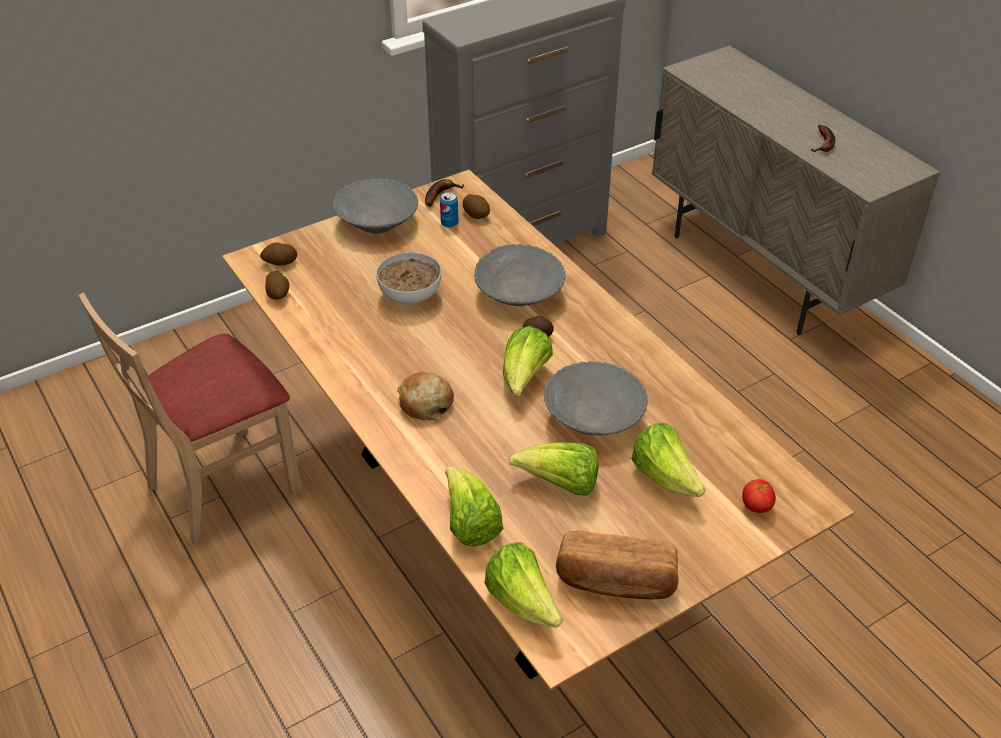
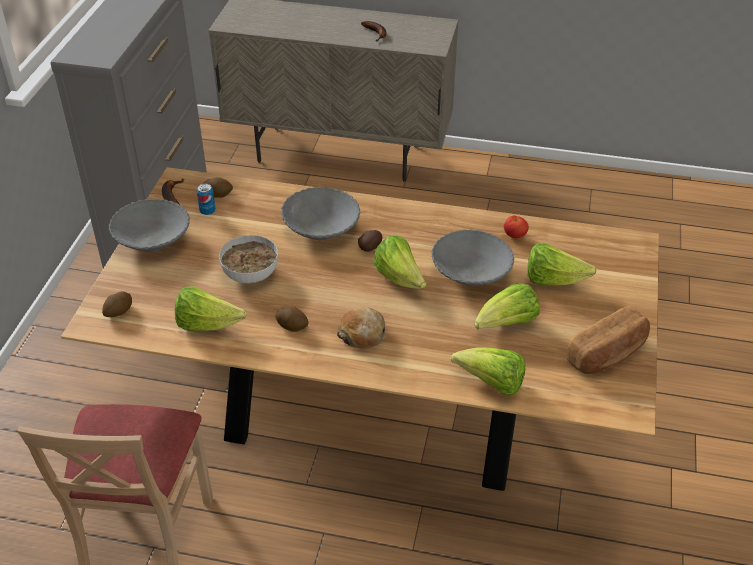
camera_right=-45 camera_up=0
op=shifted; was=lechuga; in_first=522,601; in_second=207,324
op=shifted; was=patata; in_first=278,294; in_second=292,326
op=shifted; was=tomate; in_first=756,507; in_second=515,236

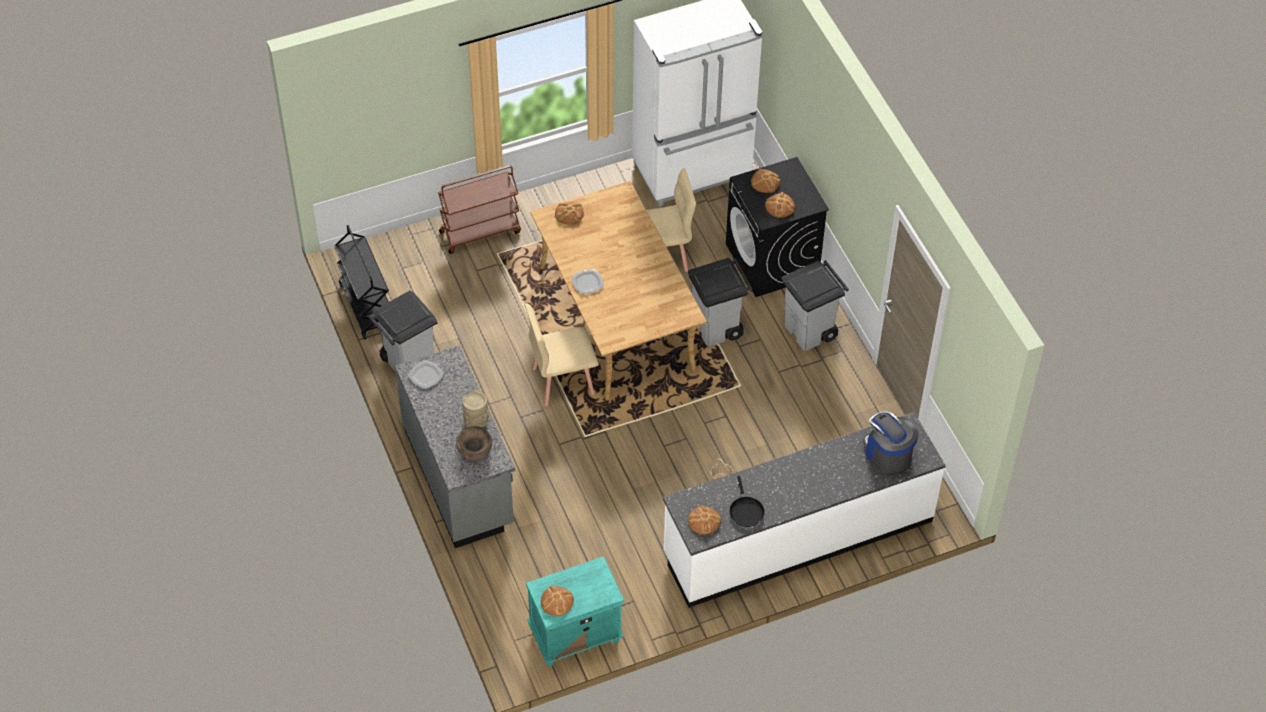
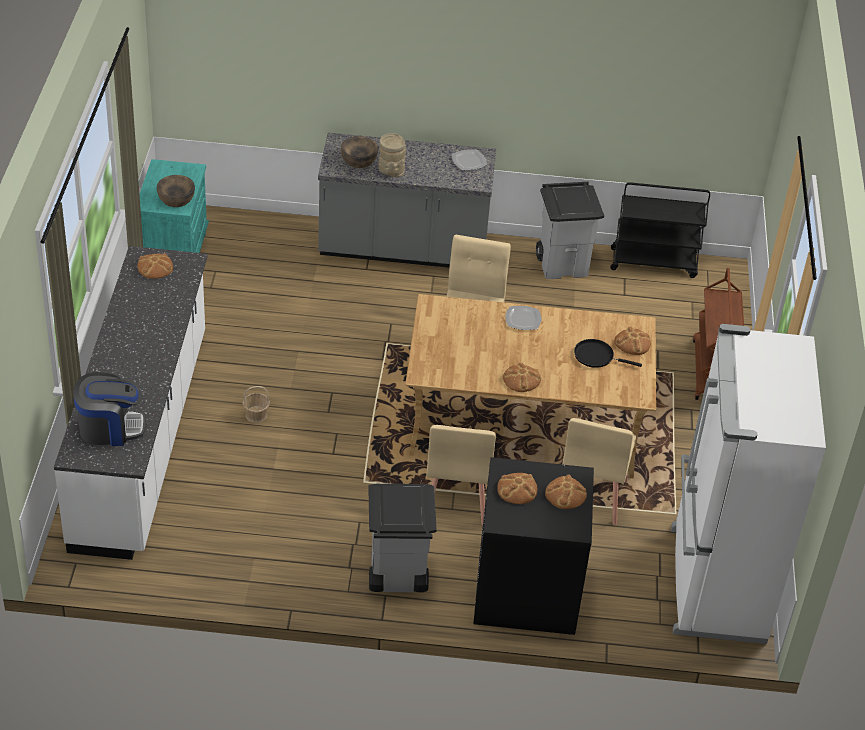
camera_right=115 camera_up=-10
op=new; now=cuenco/marrón; in_second=176,199
op=swapped; was=papelera/gris; now=silla/beis; in_first=717,328; in_second=456,499
op=shifted; was=pan; in_first=557,601; in_second=521,379
op=shifted; was=sartén/negro; in_first=746,511; in_second=596,356

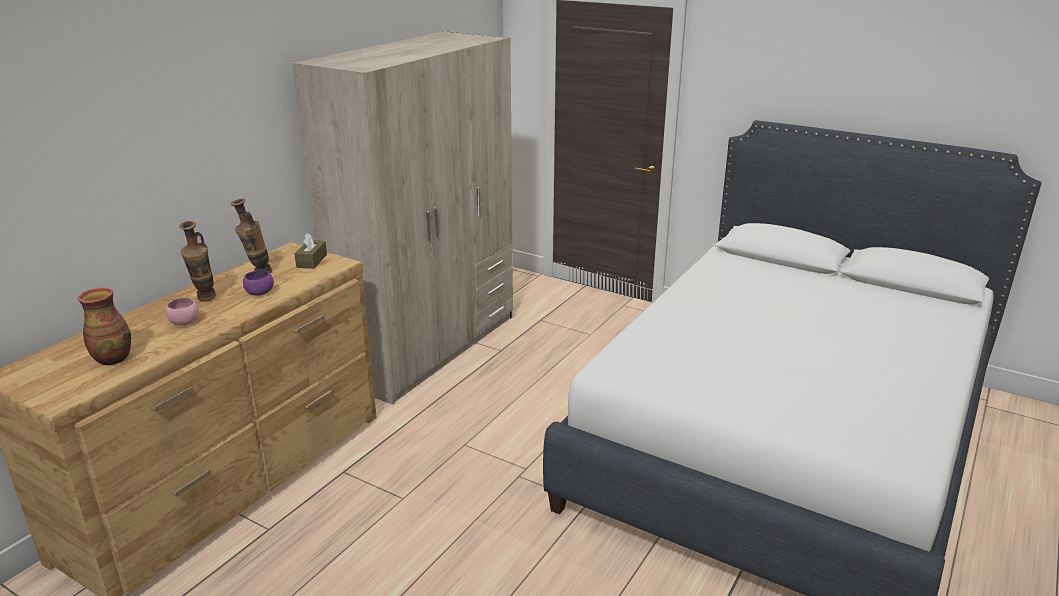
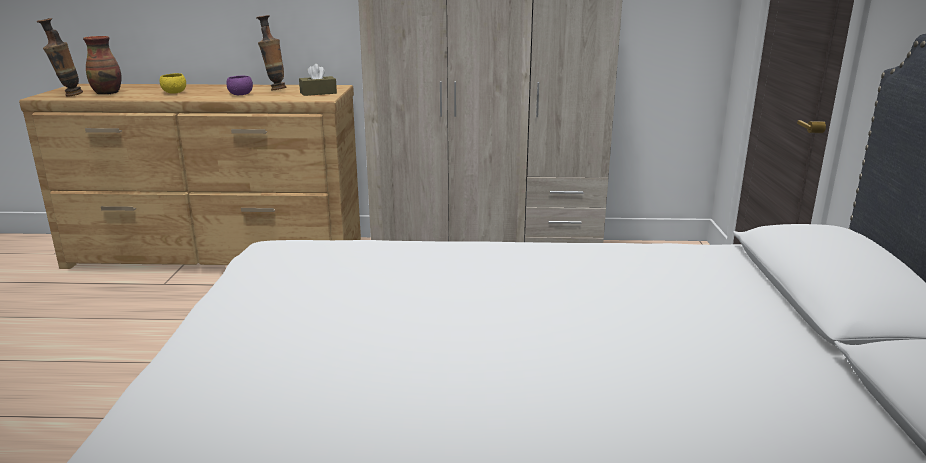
camera_right=60 camera_up=-5
op=shifted; was=florero; in_first=205,300; in_second=68,96
op=repainted; was=cuenco/rosa; now=cuenco/amarillo; in_first=184,322; in_second=174,93

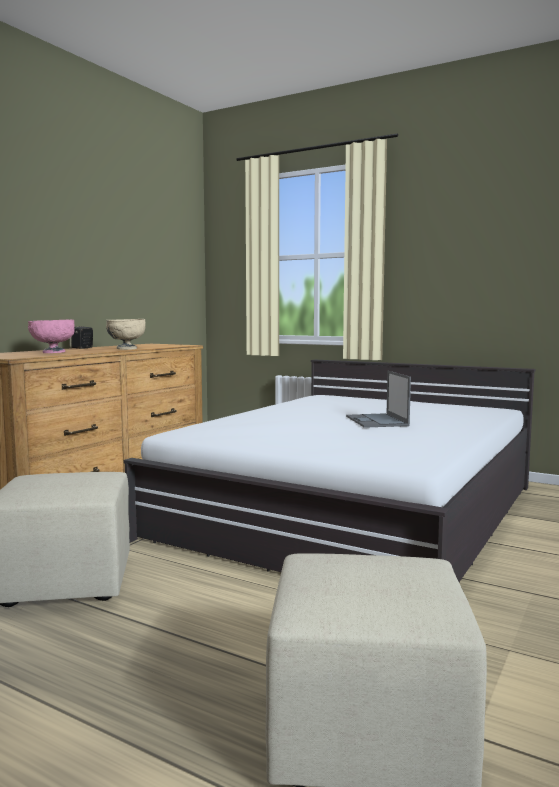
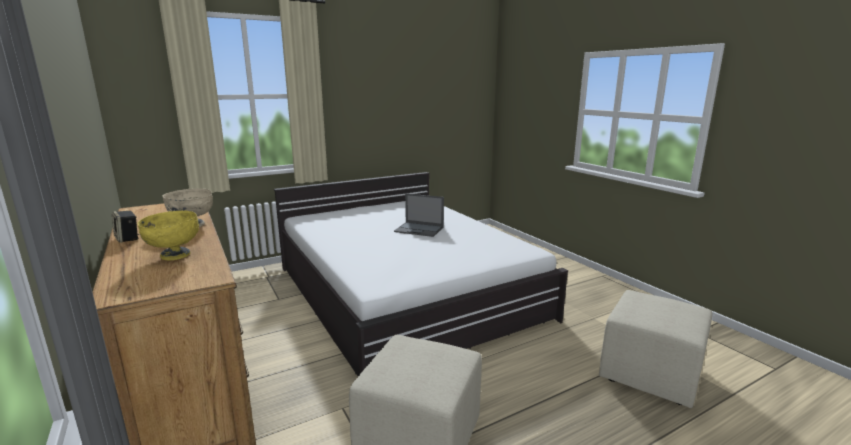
camera_right=-60 camera_up=10
op=repainted; was=cuenco/rosa; now=cuenco/amarillo; in_first=53,352; in_second=174,255

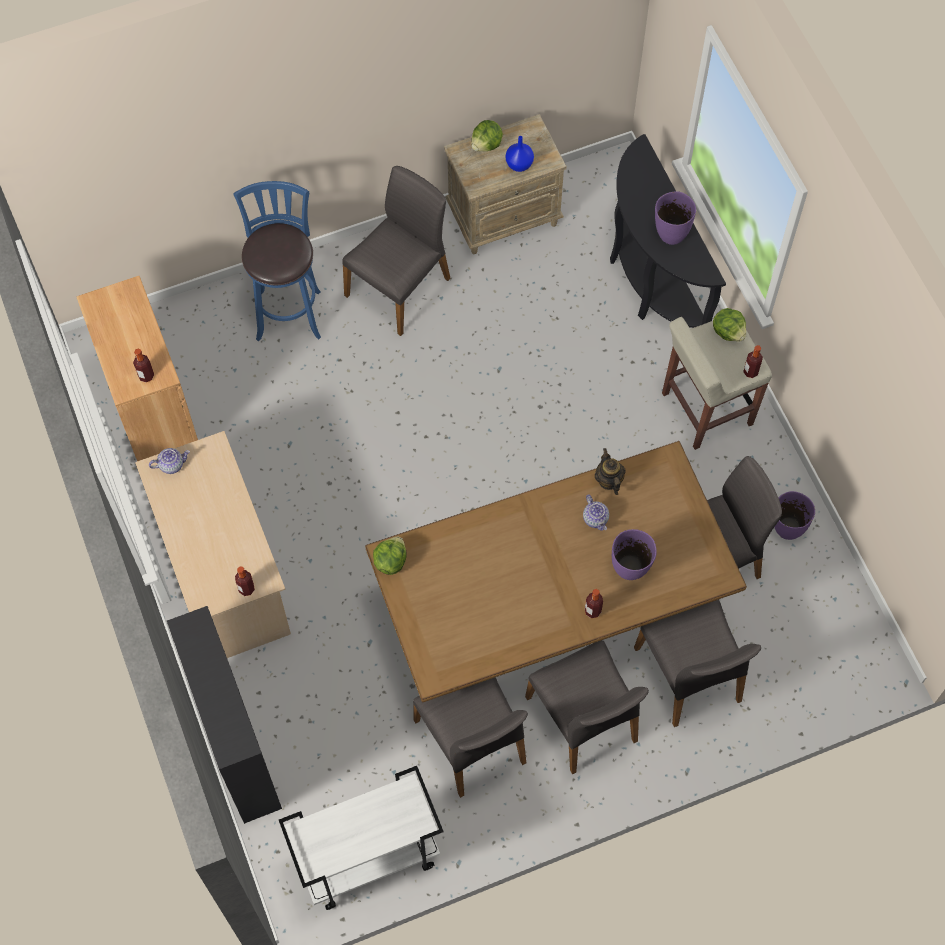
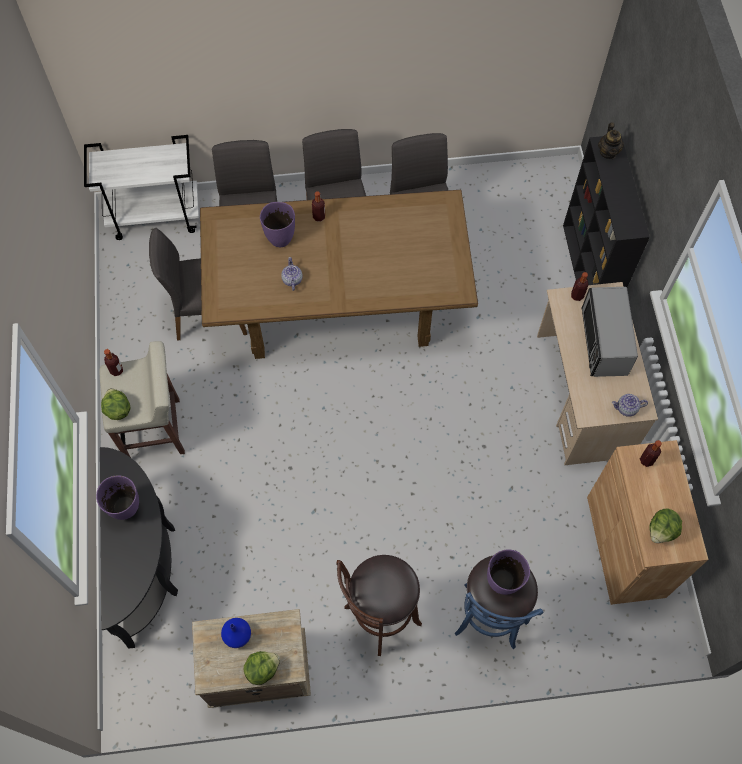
camera_right=-165 camera_up=0
op=shifted; was=carrito/blanco; in_first=367,859; in_second=156,216
op=swapped; was=silla/gris; now=taburete/marrón; in_first=399,287; in_second=379,618
op=shifted; was=florero/morado; in_first=787,529; in_second=503,581
op=new; now=microondas; in_second=603,342
op=shifted; was=tetera; in_first=608,480; in_second=608,152
op=shifted; was=lechuga; in_first=390,561; in_second=662,530

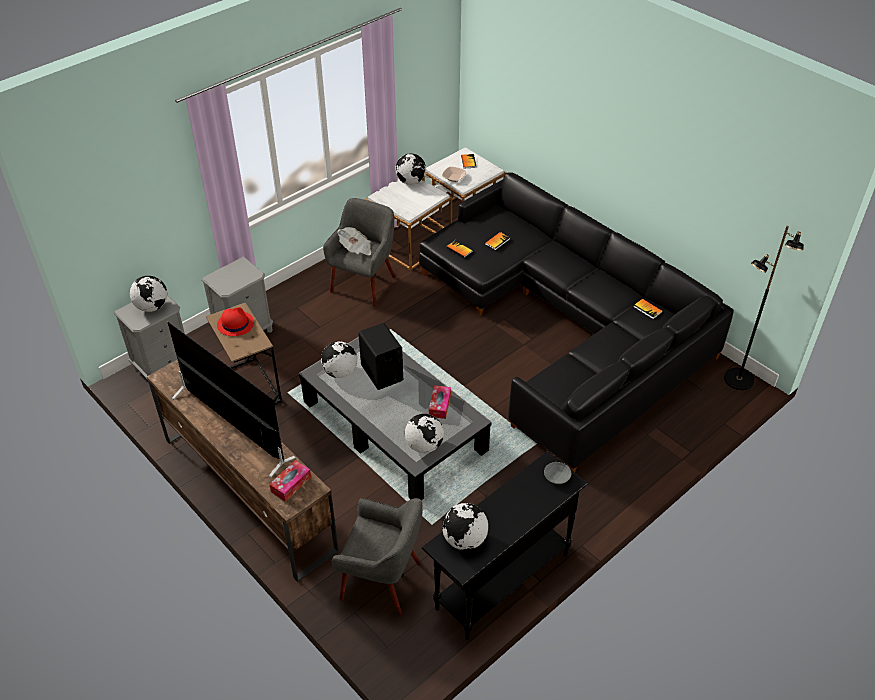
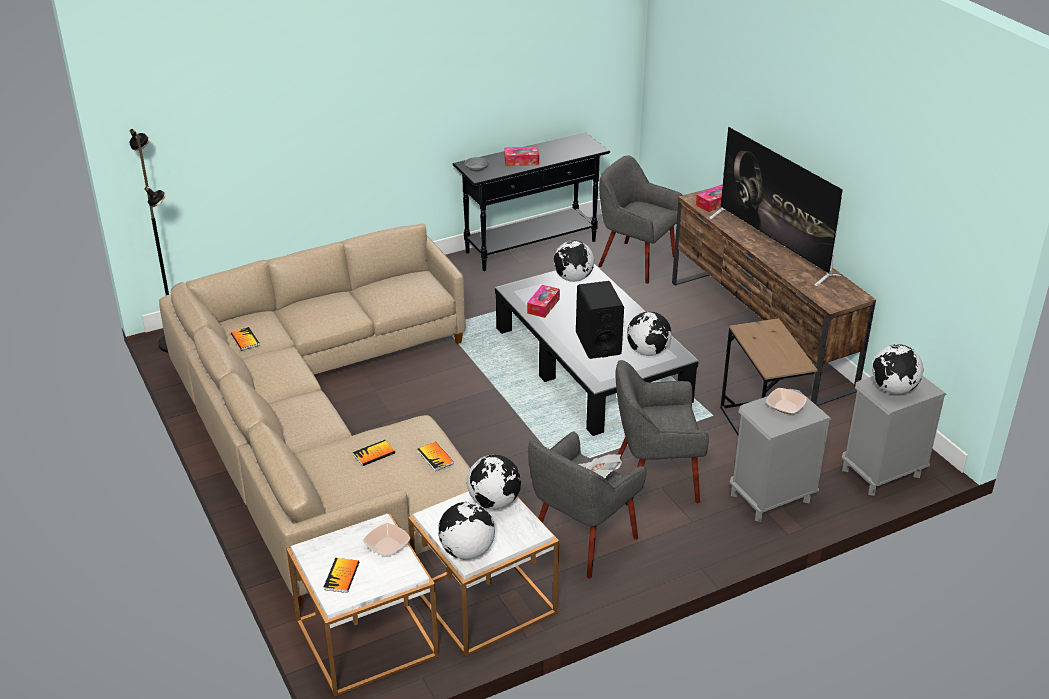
camera_right=-165 camera_up=-10
op=repainted; was=sofá/negro; now=sofá/beis; in_first=567,327; in_second=324,428
op=shifted; was=globo terráqueo; in_first=464,540; in_second=494,502
op=new; now=caja de pañuelos; in_second=521,161
op=new; now=sillón/gris; in_second=655,479
op=new; now=cuenco; in_second=785,407
op=gone; was=sombrero/rojo; in_first=235,324

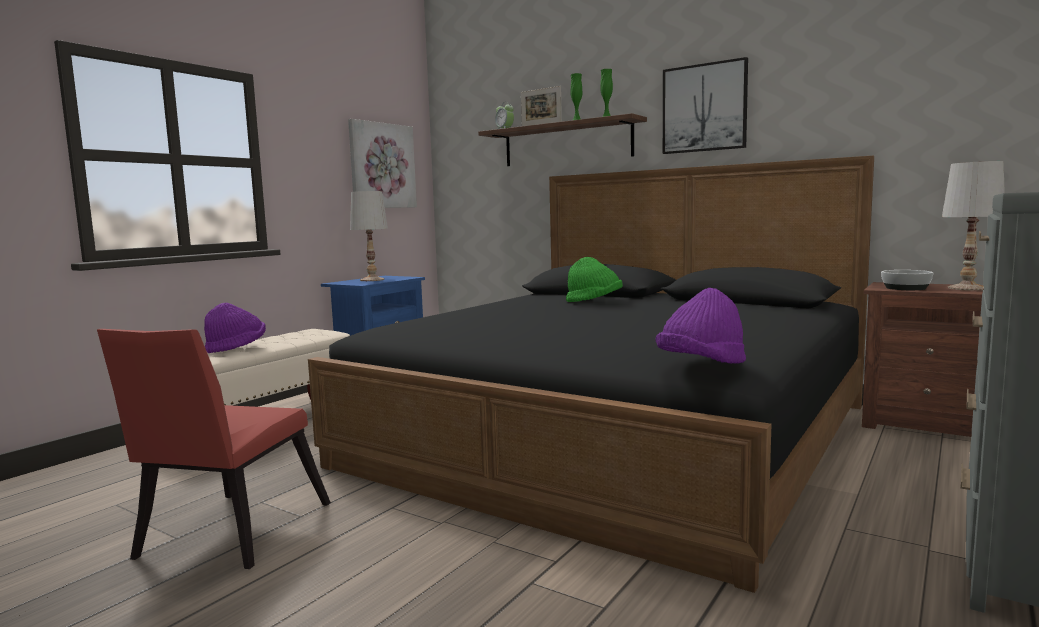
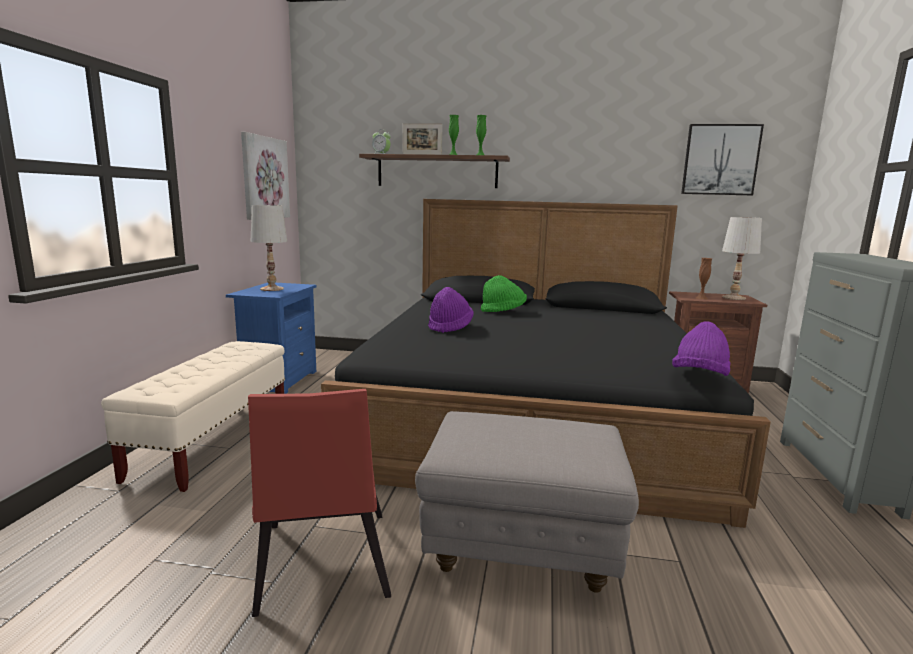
camera_right=-25 camera_up=5
op=new; now=puf/gris; in_second=522,548
op=shifted; was=sombrero/morado; in_first=236,348; in_second=450,327
op=shifted; was=cuadro; in_first=704,108; in_second=720,160
op=swapped; was=cuenco; now=florero/marrón; in_first=905,288; in_second=701,298

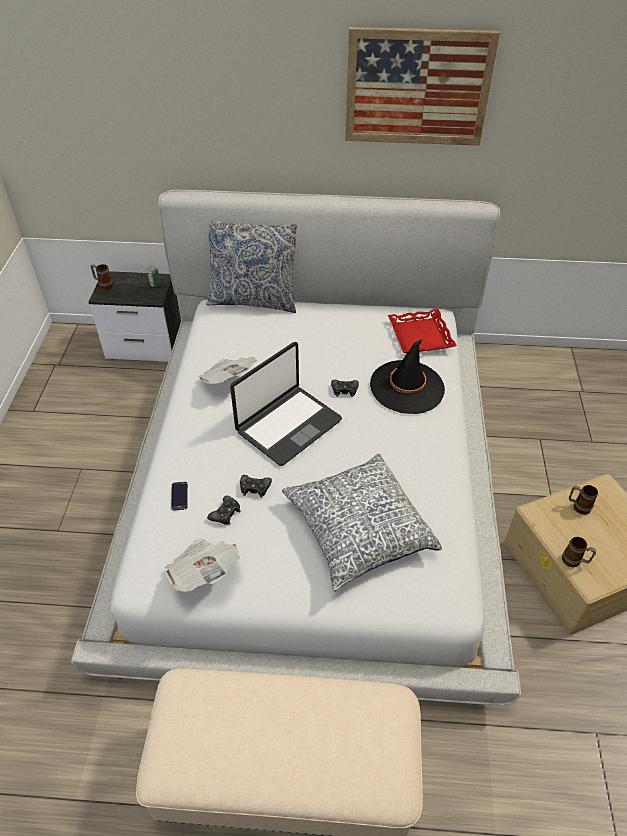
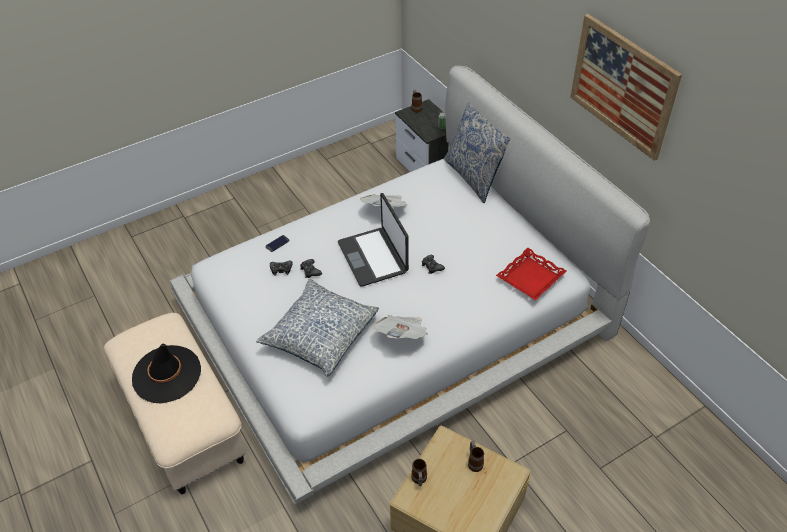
camera_right=55 camera_up=0
op=shifted; was=sombrero/negro; in_first=407,387; in_second=166,374
op=rotated; was=portátil; in_first=288,425; in_second=373,257; clockwise=60
op=shifted; was=periódico; in_first=204,573; in_second=402,335

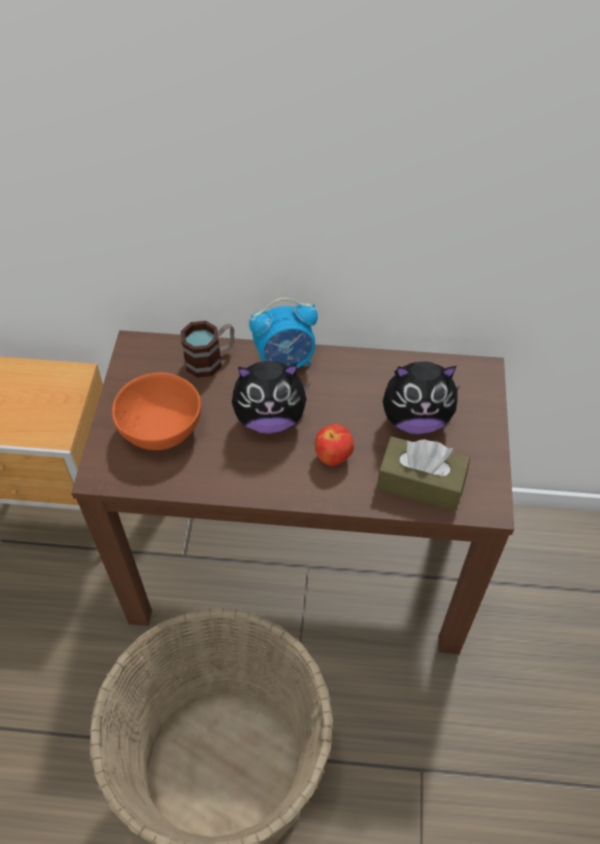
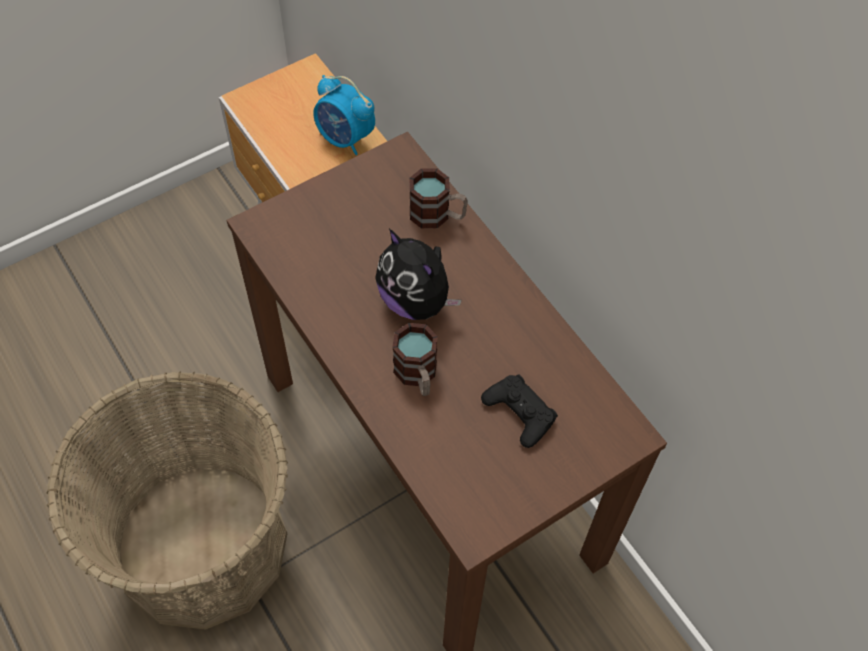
camera_right=50 camera_up=5
op=shifted; was=despertador; in_first=285,361; in_second=345,138
op=swapped; was=manzana; now=taza grande; in_first=333,457; in_second=417,375
op=swapped; was=peluche; now=mando de consola/negro; in_first=415,419; in_second=519,413
op=gone; was=cuenco/naranja; in_first=159,429
op=gone; was=caja de pañuelos/marrón; in_first=420,482

